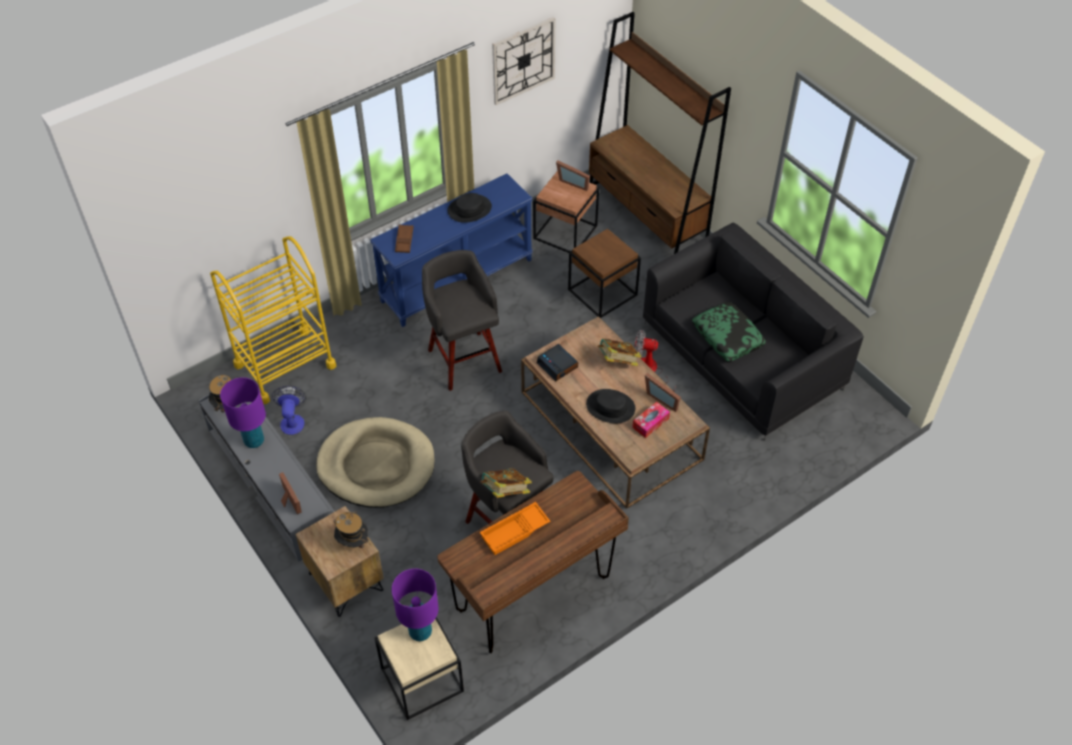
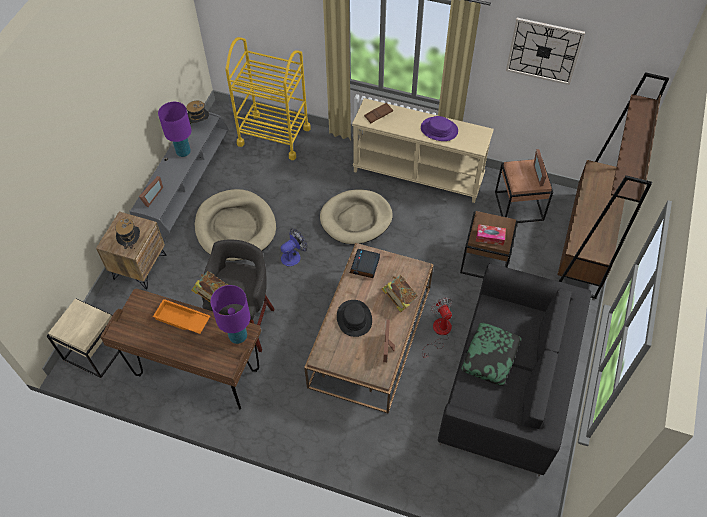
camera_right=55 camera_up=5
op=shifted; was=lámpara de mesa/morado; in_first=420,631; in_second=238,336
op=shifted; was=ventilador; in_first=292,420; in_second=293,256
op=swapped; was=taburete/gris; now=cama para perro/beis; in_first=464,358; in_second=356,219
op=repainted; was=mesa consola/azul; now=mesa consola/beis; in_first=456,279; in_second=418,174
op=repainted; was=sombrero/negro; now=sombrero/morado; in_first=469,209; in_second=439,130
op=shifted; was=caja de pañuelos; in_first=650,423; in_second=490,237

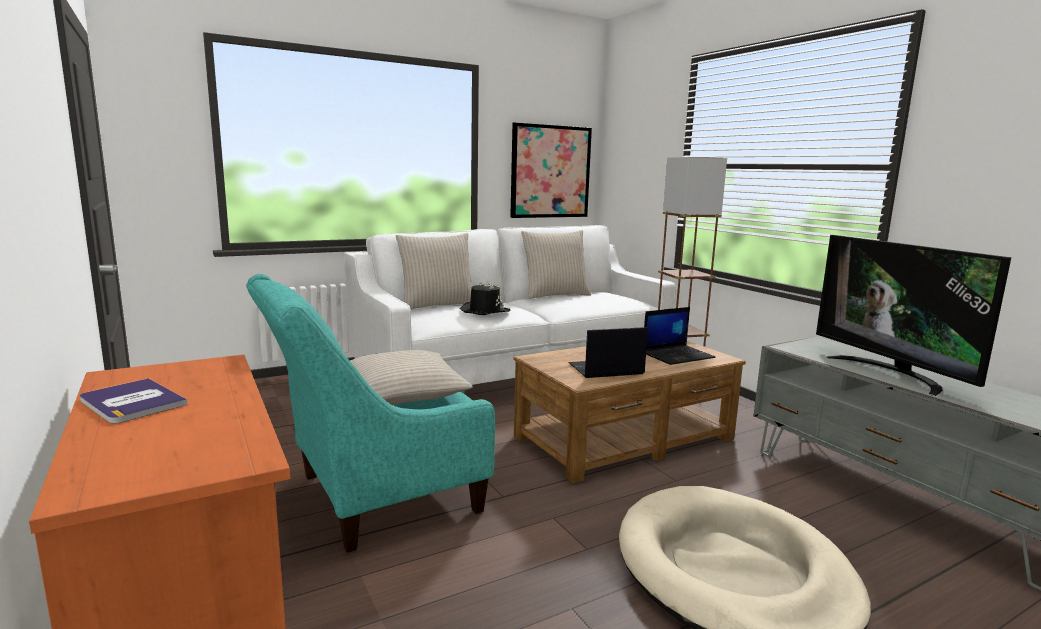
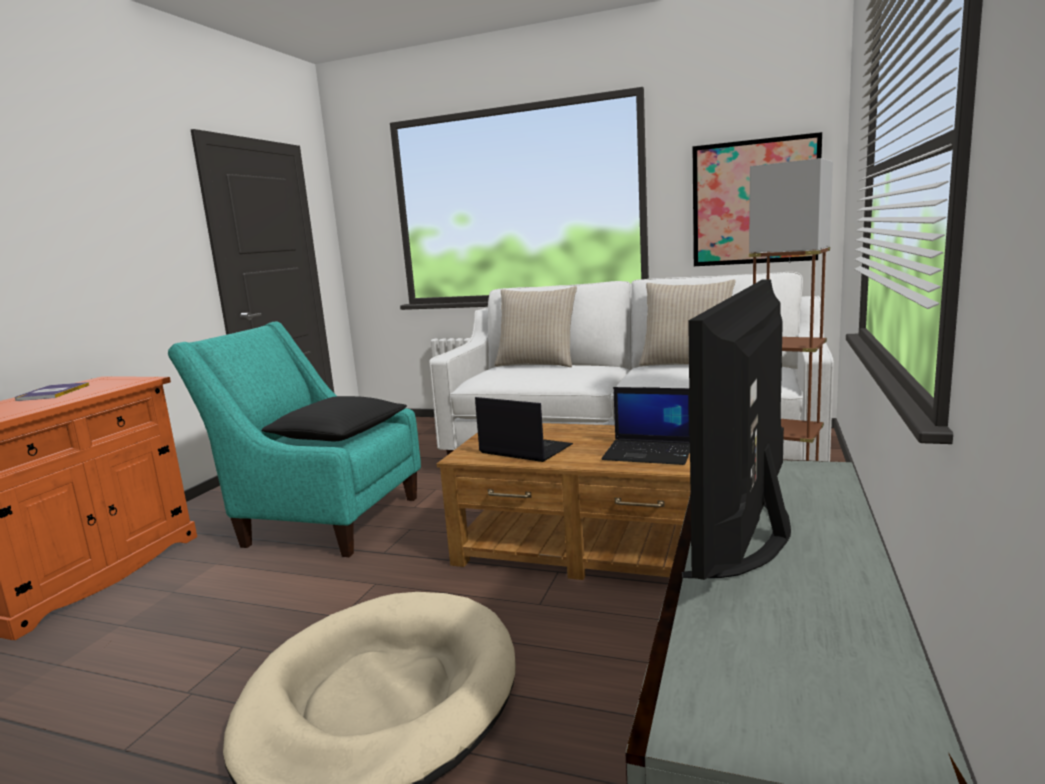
camera_right=50 camera_up=0
op=repainted; was=cojín/beis; now=cojín/negro; in_first=402,393; in_second=338,433
op=gone; was=sombrero/negro; in_first=484,311

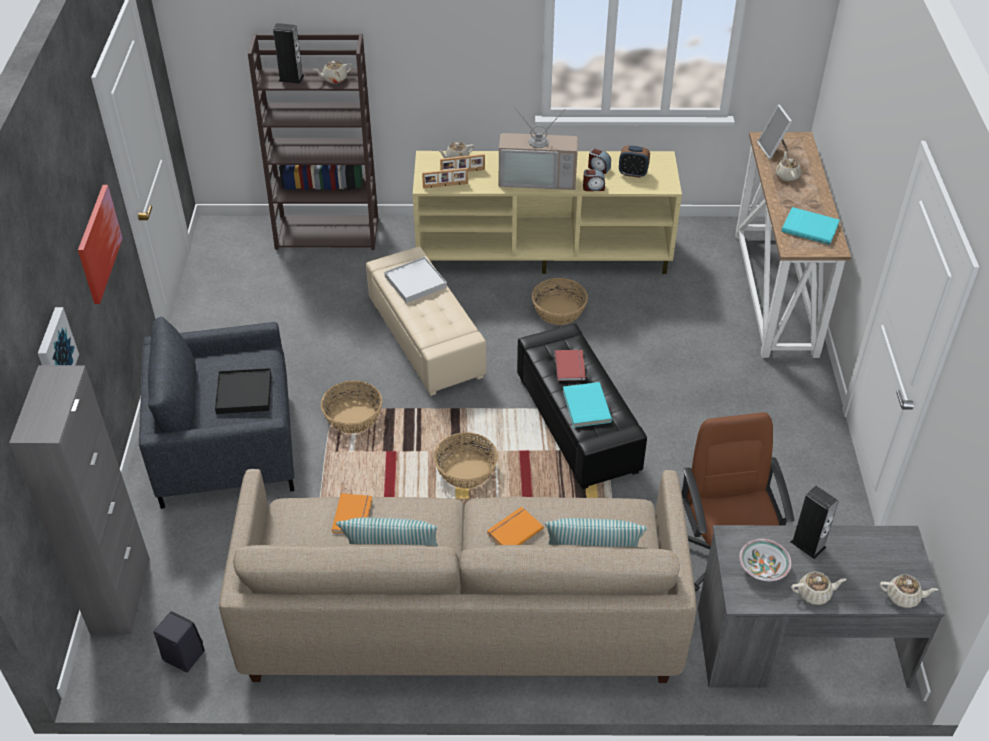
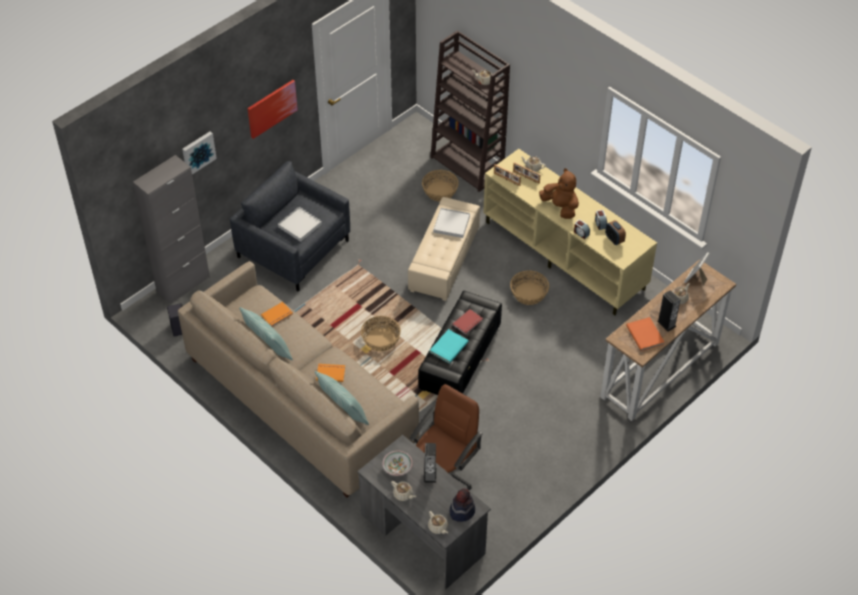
camera_right=45 camera_up=5
op=repainted; was=bandeja/negro; now=bandeja/blanco; in_first=244,393; in_second=300,225
op=shifted; was=cesta; in_first=353,416; in_second=440,191
op=new; now=sombrero; in_second=461,511
op=swapped; was=televisor; now=peluche/marrón; in_first=538,177; in_second=560,207
op=repainted; was=libro/turquesa; now=libro/naranja; in_first=810,227; in_second=645,335
op=shifted; was=altavoz; in_first=291,78; in_second=666,323

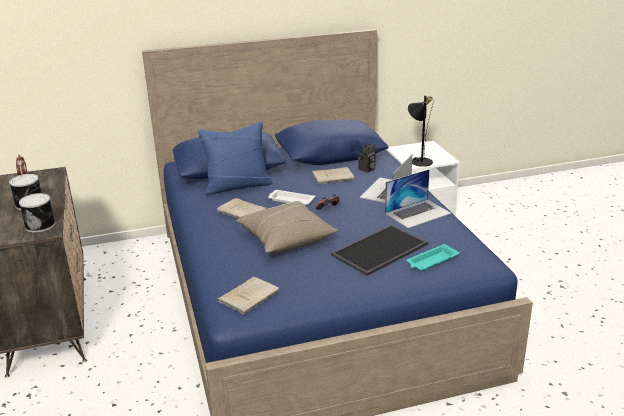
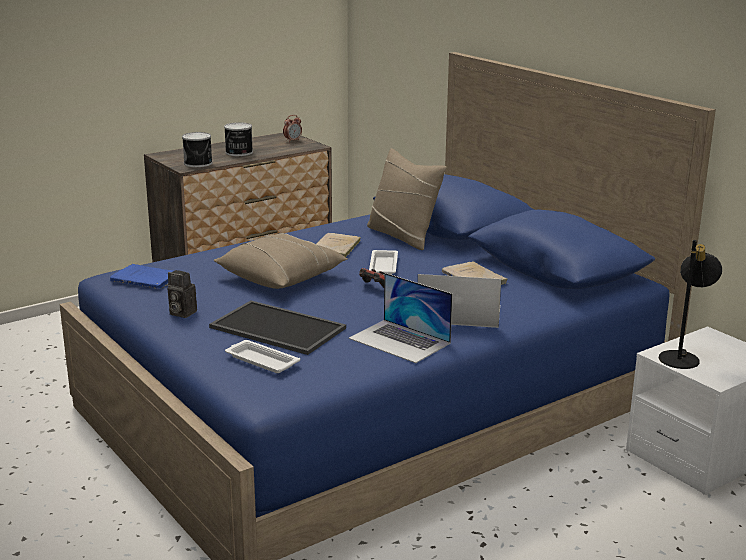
camera_right=70 camera_up=-5
op=repainted; was=libro/beis; now=libro/azul; in_first=250,296; in_second=147,279
op=shifted; was=cámara; in_first=367,170; in_second=181,313
op=repainted; was=bandeja/turquesa; now=bandeja/blanco; in_first=431,261; in_second=261,361
op=repainted; was=cojín/azul; now=cojín/beis; in_first=237,186; in_second=403,236

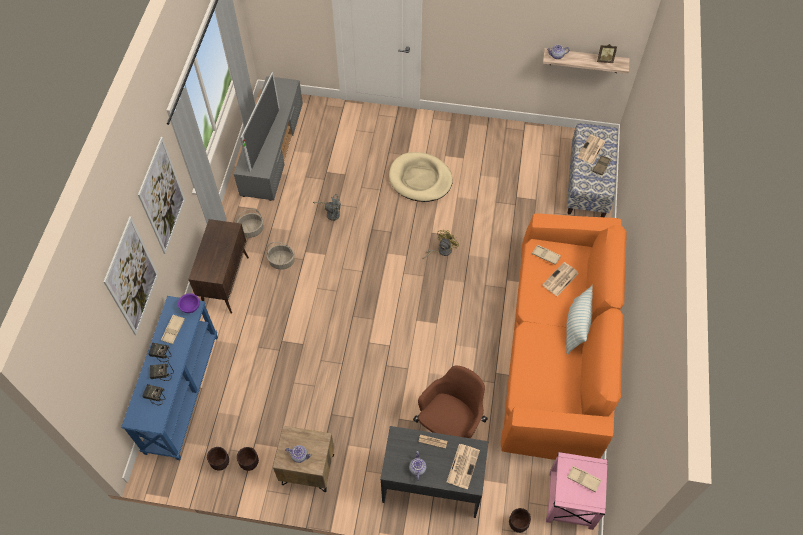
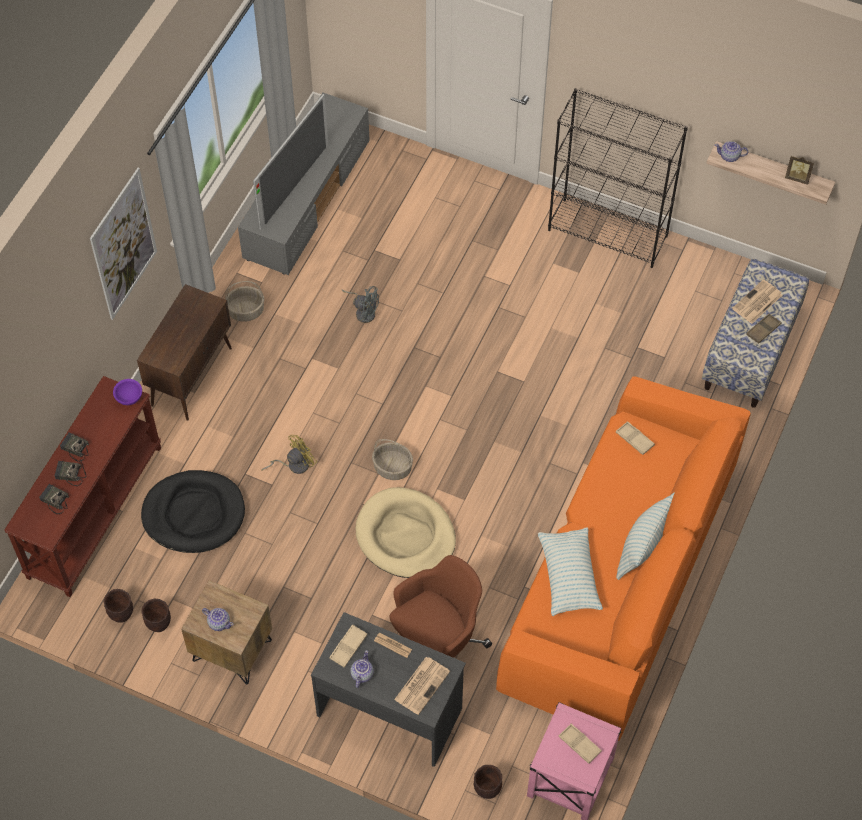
camera_right=15 camera_up=0
op=repainted; was=mesa consola/azul; now=mesa consola/marrón; in_first=181,393; in_second=94,511
op=new; now=cama para perro/negro; in_second=194,514
op=shifted; was=ventilador/amarillo; in_first=441,251; in_second=294,465
op=shifted; was=bandeja/beis; in_first=173,330; in_second=348,647
op=shifted; was=cama para perro/beis; in_first=420,179; in_second=405,536
op=shifted; was=cesta; in_first=281,262; in_second=392,468
op=new; now=cojín; in_second=569,577
op=new; now=estantería/negro; in_second=608,233
op=gone; was=cuadro; in_first=132,277
op=gone; was=periódico; in_first=560,280

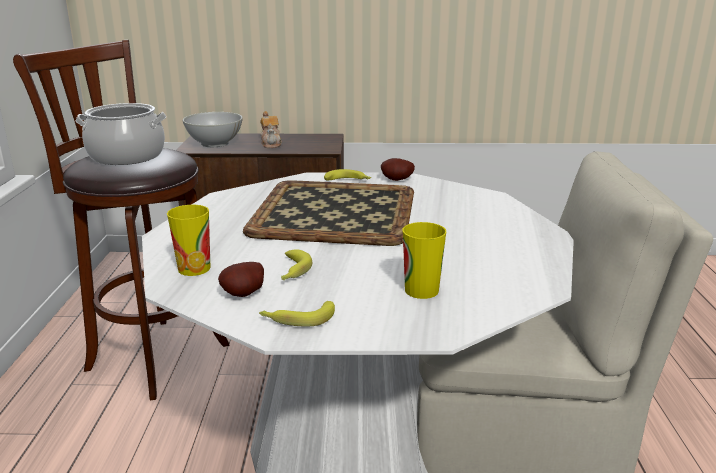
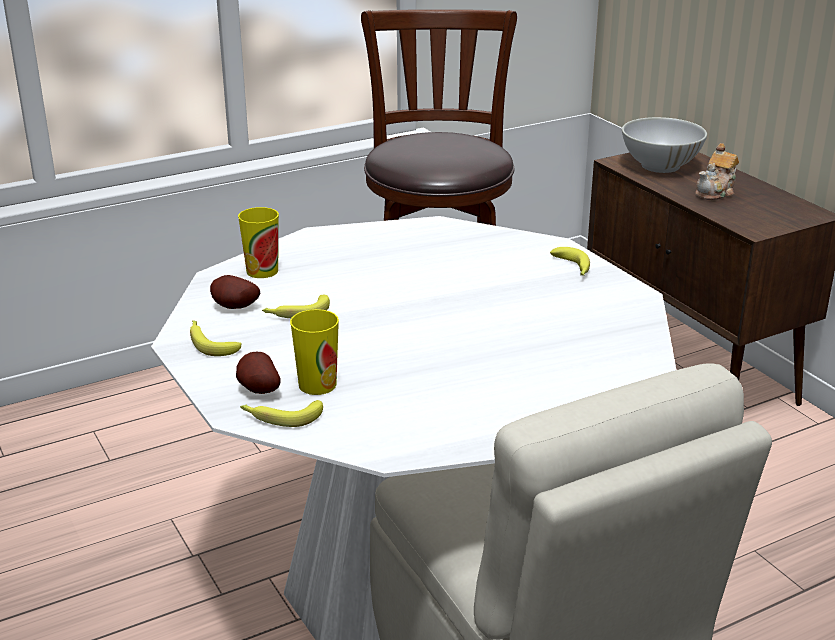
camera_right=60 camera_up=5
op=shifted; was=patata; in_first=397,180; in_second=257,390
op=new; now=plátano; in_second=281,417
op=gone; was=olla; in_first=126,156
op=gone; was=bandeja; in_first=336,212

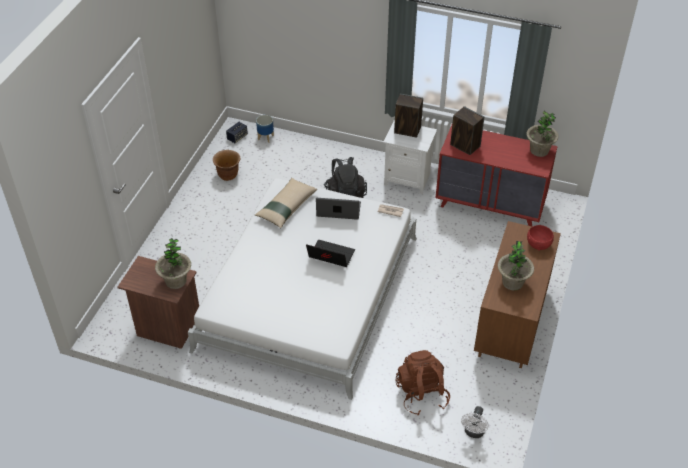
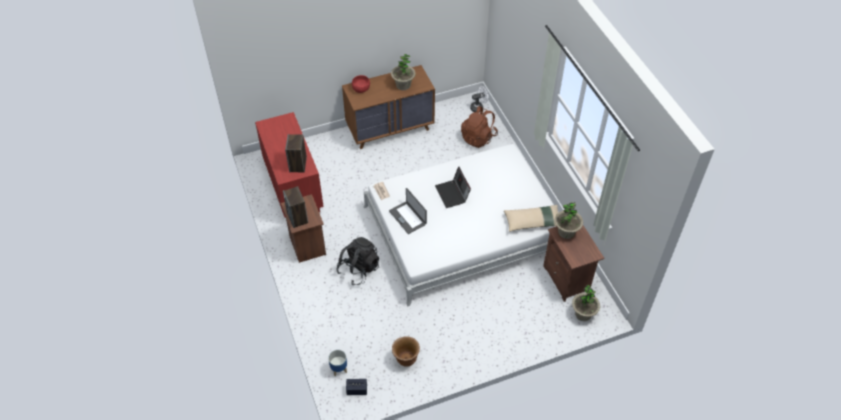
camera_right=-130 camera_up=5
op=repainted; was=mesita de noche/blanco; now=mesita de noche/marrón; in_first=407,179; in_second=306,245
op=shifted; was=cojín/beis; in_first=286,207; in_second=532,221
op=shifted; was=planta en maceta; in_first=539,150; in_second=583,314

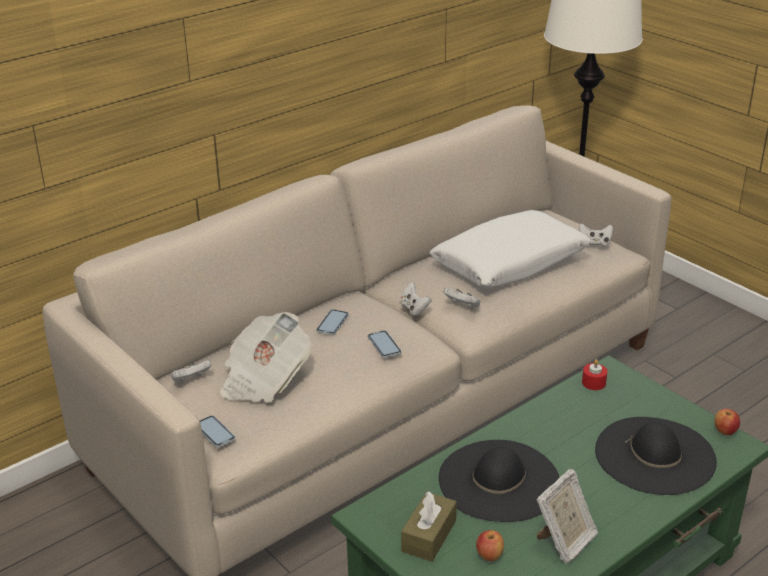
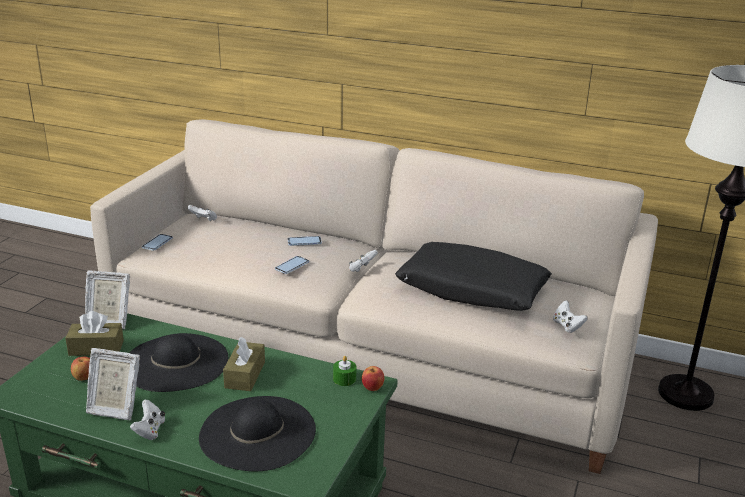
camera_right=60 camera_up=-5
op=new; now=portarretratos; in_second=109,321
op=shifted; was=mando de consola/blanco; in_first=463,306; in_second=150,430
op=new; now=caja de pañuelos/marrón; in_second=245,375
op=repainted; was=vela/rojo; now=vela/verde; in_first=593,383; in_second=344,379
op=shifted; was=manzana; in_first=725,431; in_second=373,388
op=repainted; was=cojín/blanco; now=cojín/negro; in_first=510,263; in_second=472,290
op=gone; was=periódico; in_first=264,379

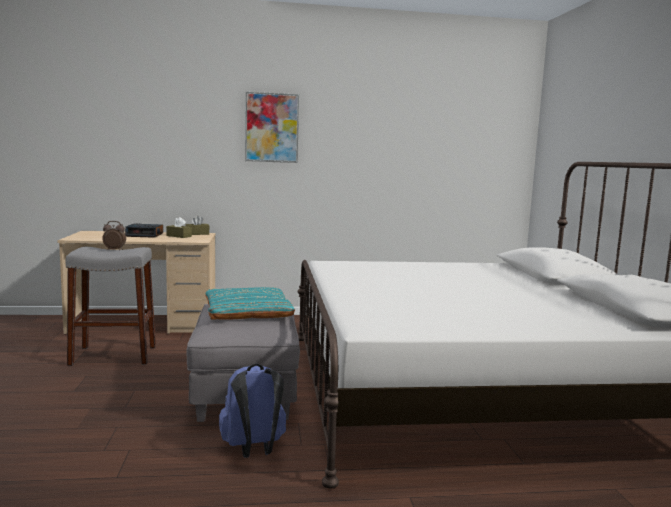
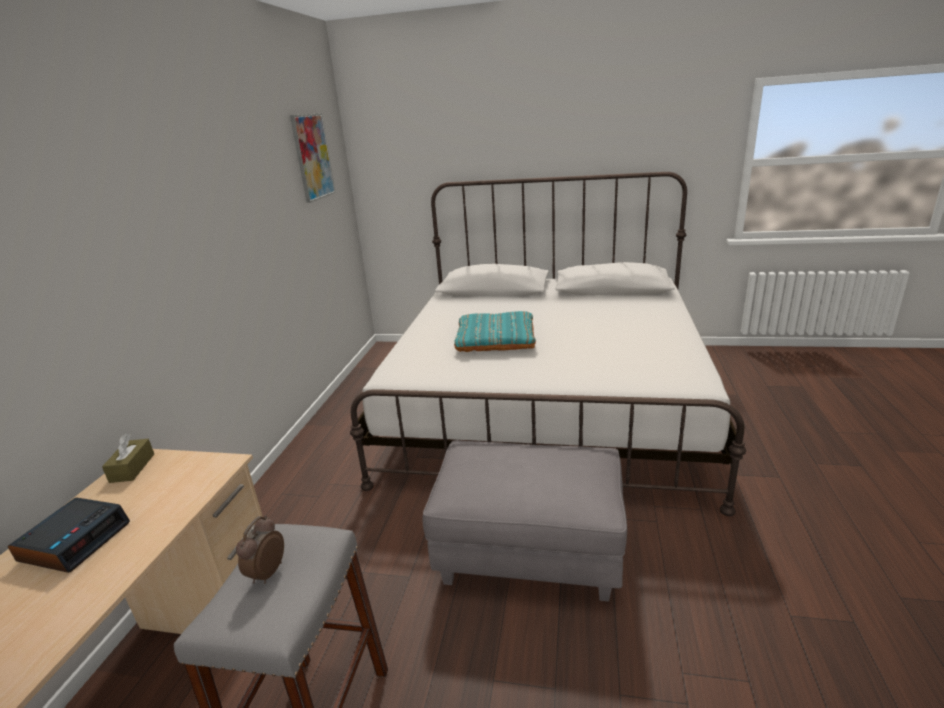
camera_right=-70 camera_up=15
op=shifted; was=cuadro; in_first=272,128; in_second=312,157
op=shifted; was=cojín/turquesa; in_first=248,311; in_second=495,338
op=gone; was=caja de pañuelos/marrón; in_first=179,236
op=gone; was=mochila/azul; in_first=253,449

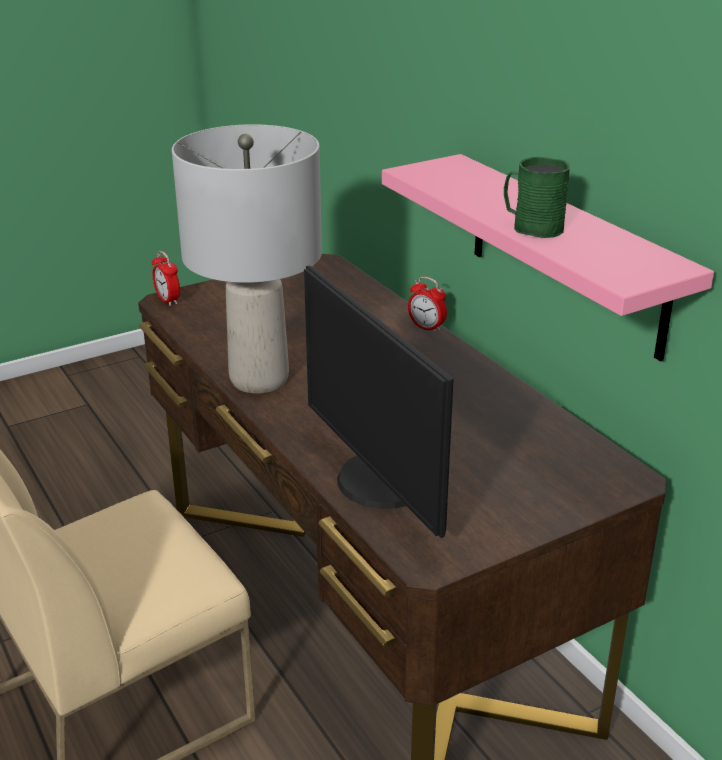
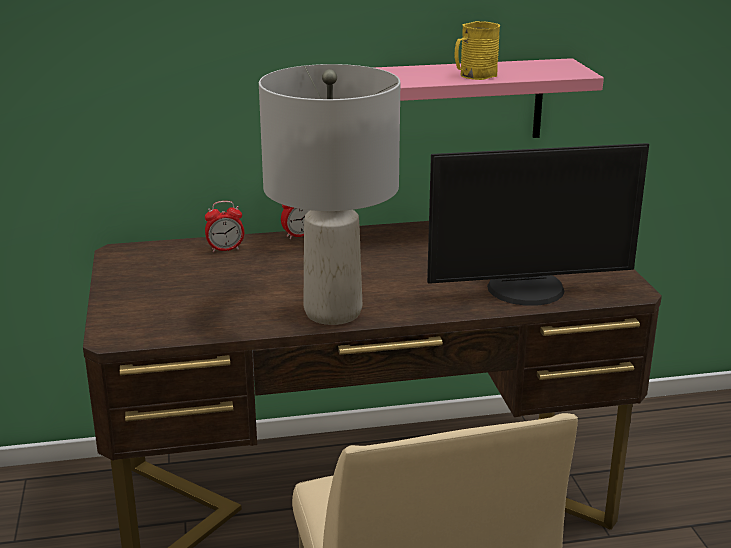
camera_right=-70 camera_up=-5
op=shifted; was=despertador; in_first=168,300; in_second=225,249
op=repainted; was=taza grande/verde; now=taza grande/amarillo; in_first=531,227; in_second=474,76

